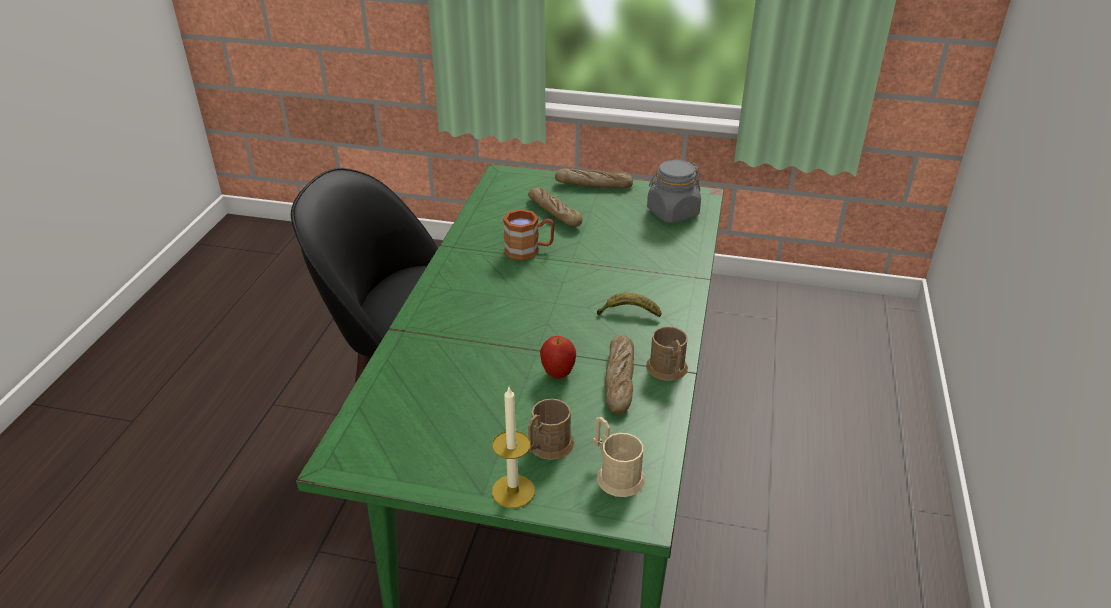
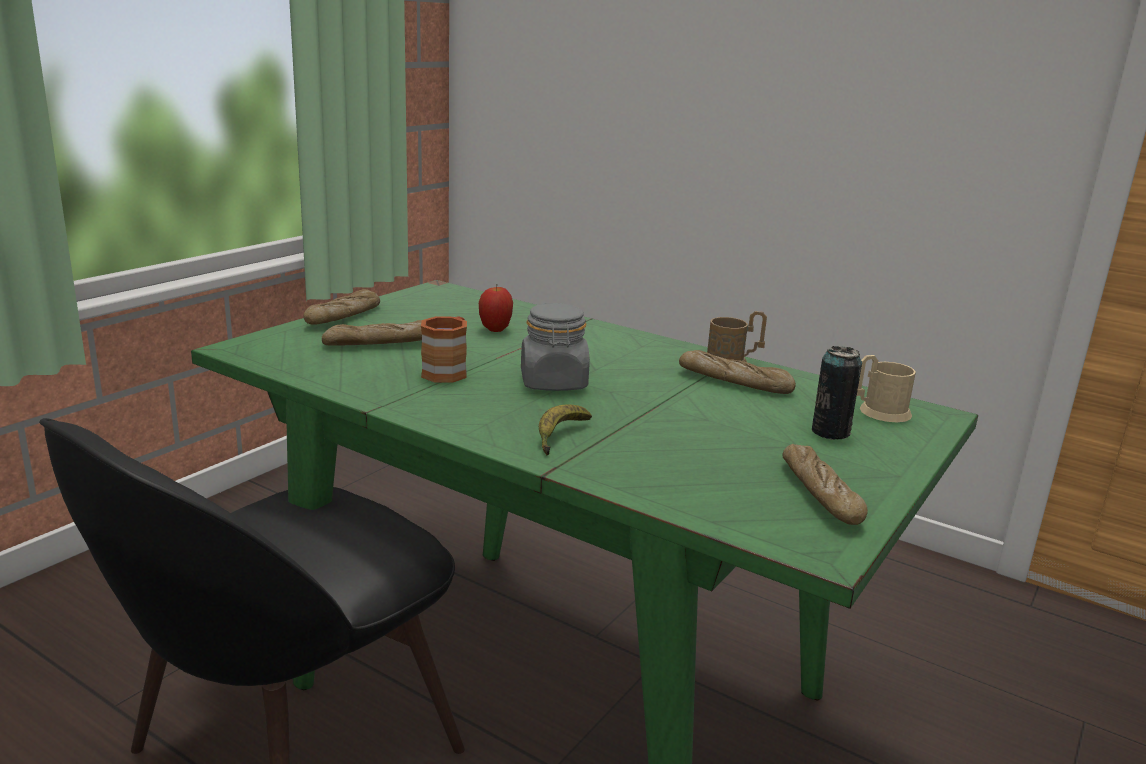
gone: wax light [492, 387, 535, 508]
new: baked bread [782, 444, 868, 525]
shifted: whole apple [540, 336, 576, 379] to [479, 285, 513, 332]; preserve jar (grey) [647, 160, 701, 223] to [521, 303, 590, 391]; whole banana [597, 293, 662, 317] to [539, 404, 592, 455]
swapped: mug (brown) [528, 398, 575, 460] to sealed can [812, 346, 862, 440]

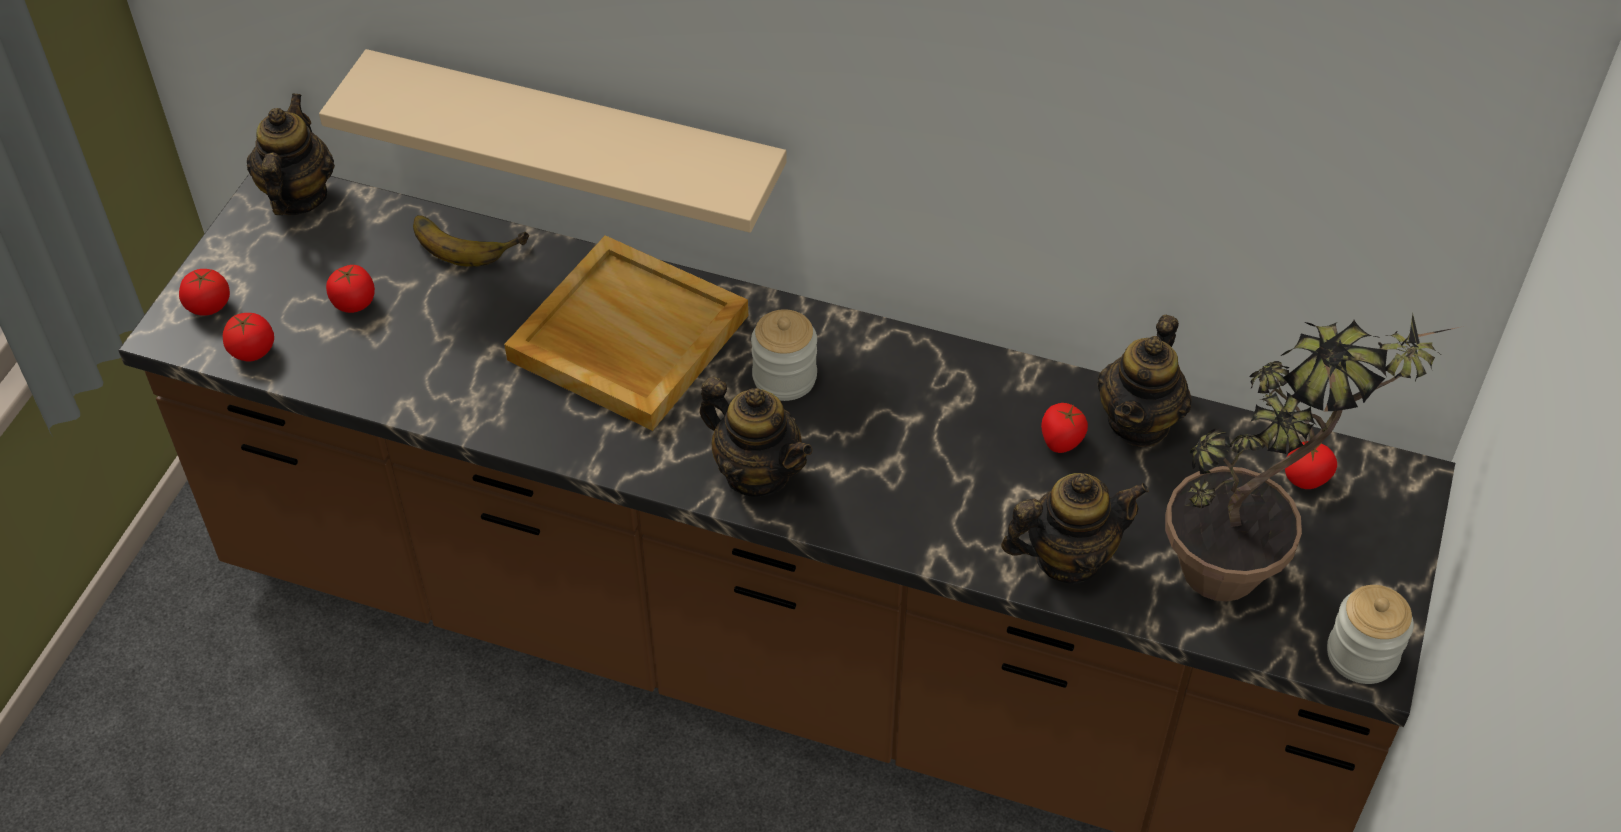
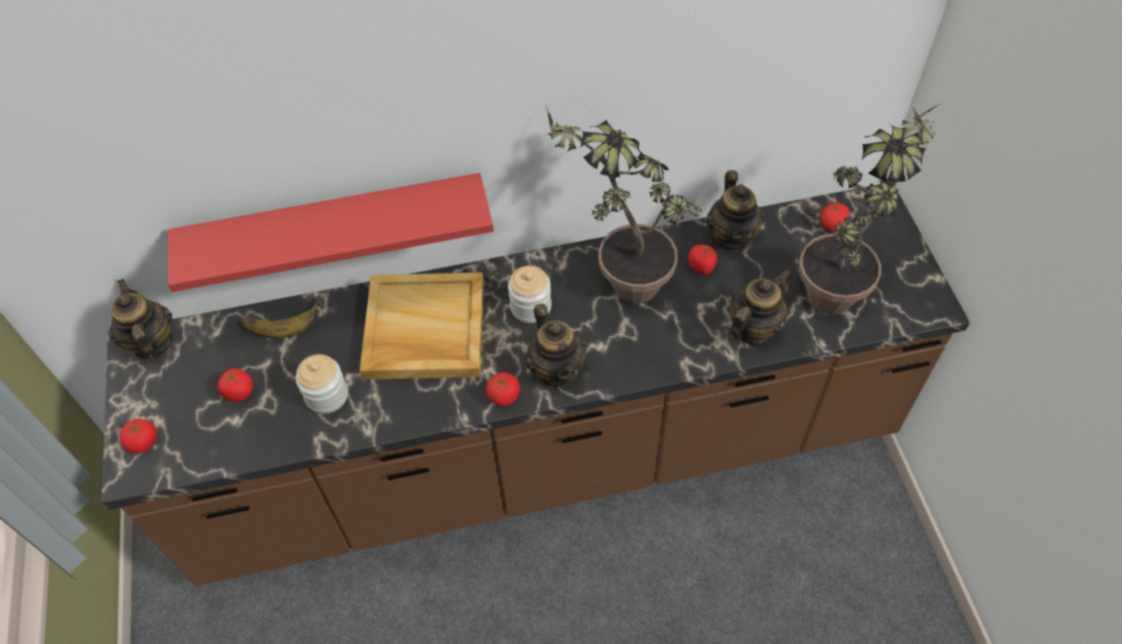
new: potted plant [546, 106, 702, 303]
shifted: preserve jar [1327, 585, 1414, 684] to [295, 354, 348, 414]; fresh tomato [223, 313, 274, 361] to [486, 372, 520, 406]
repainted: bracket shelf (sand-coloured) [319, 49, 787, 233] to bracket shelf (red-coloured) [168, 173, 494, 292]
rotated: teapot [700, 377, 812, 497] = [526, 304, 586, 387] 60 degrees clockwise

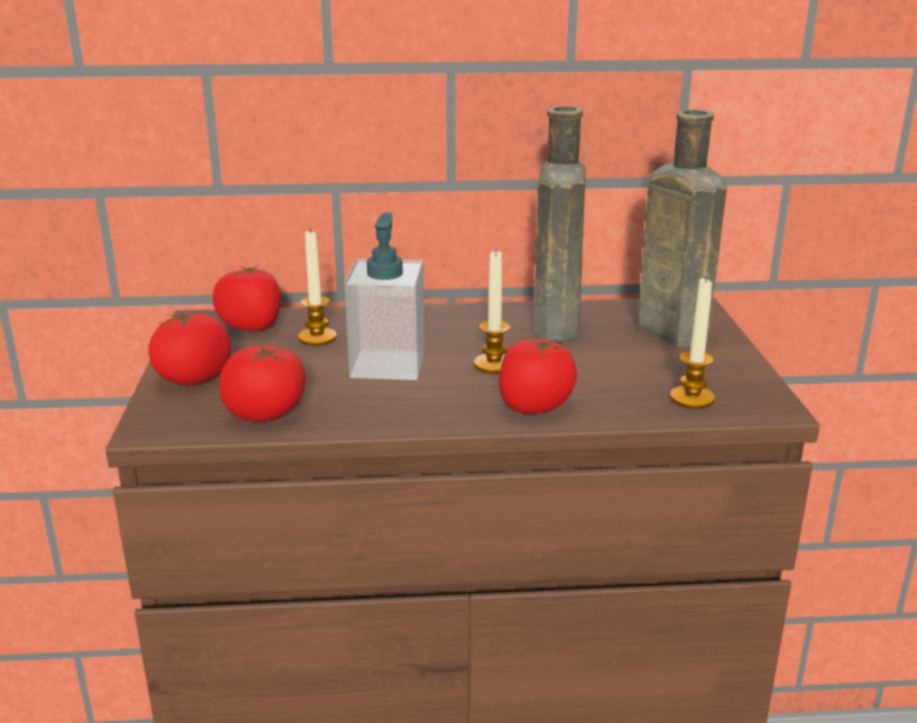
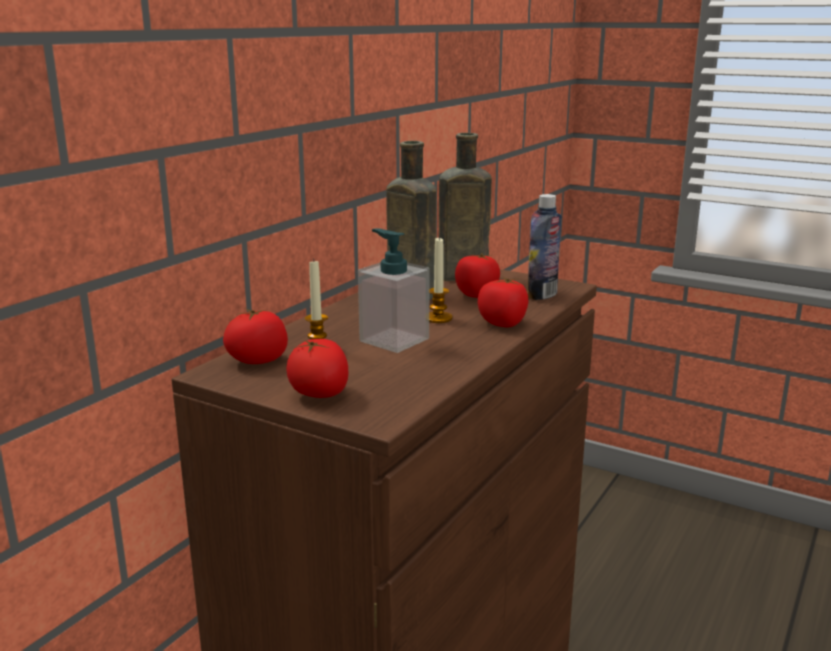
shifted: fresh tomato [219, 345, 306, 422] to [455, 253, 500, 298]
swapped: wax light [670, 276, 715, 409] to bottle [527, 194, 562, 300]

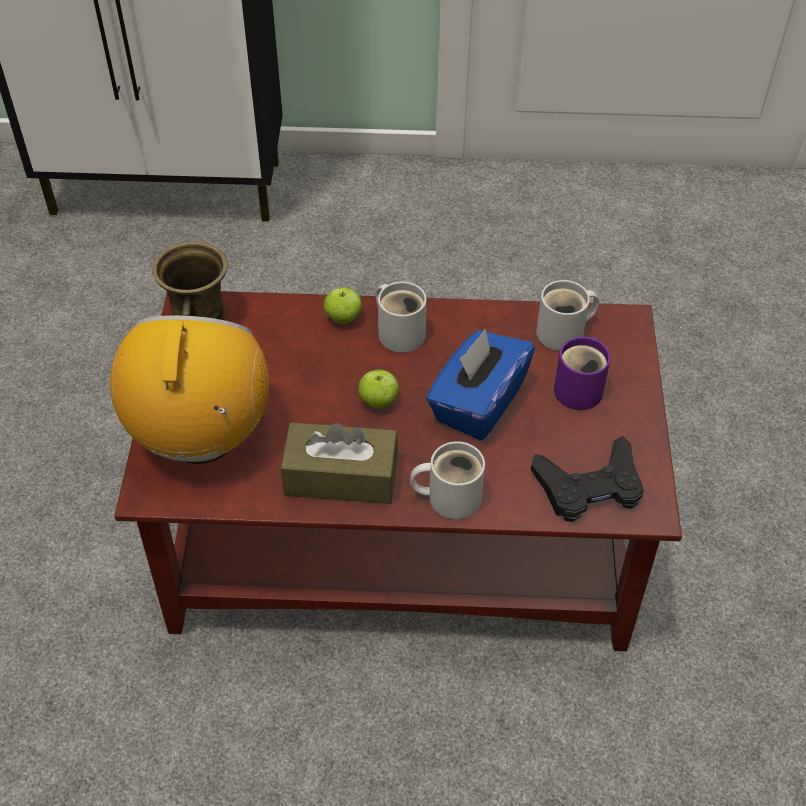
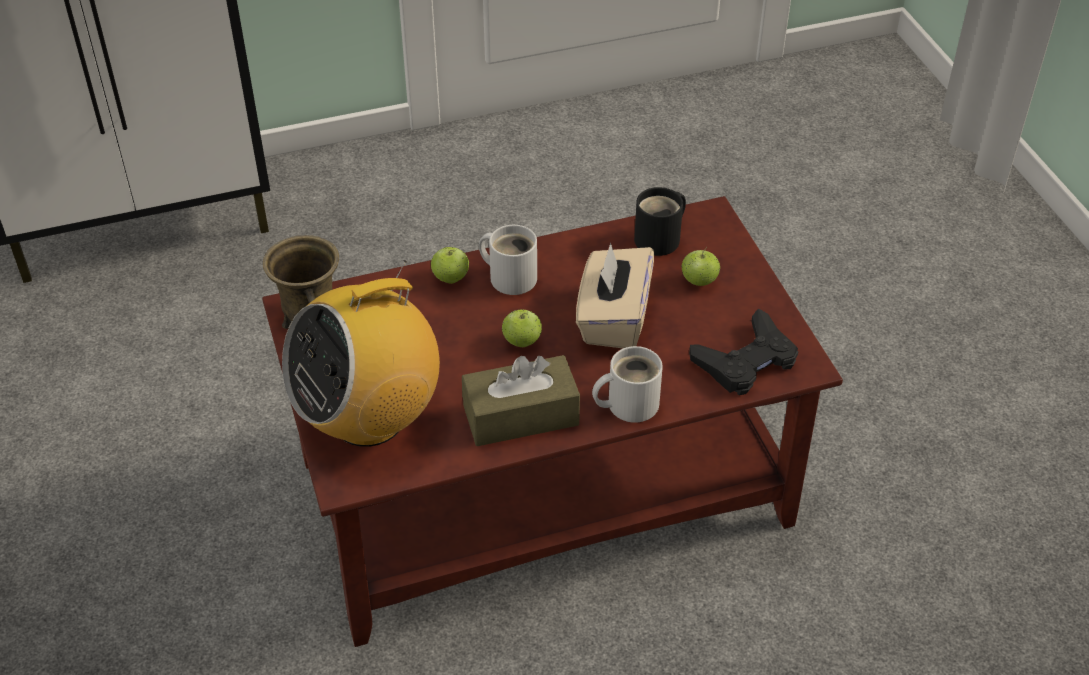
swapped: mug (purple-coloured) [554, 337, 611, 410] to whole apple [681, 247, 720, 286]
repainted: tissue holder (blue-coloured) [426, 328, 535, 441] to tissue holder (sand-coloured) [576, 243, 654, 348]; mug (whitish) [536, 280, 599, 351] to mug (black) [634, 187, 686, 256]
rotated: radio set [110, 315, 269, 464] = [282, 260, 440, 447] 105 degrees counterclockwise

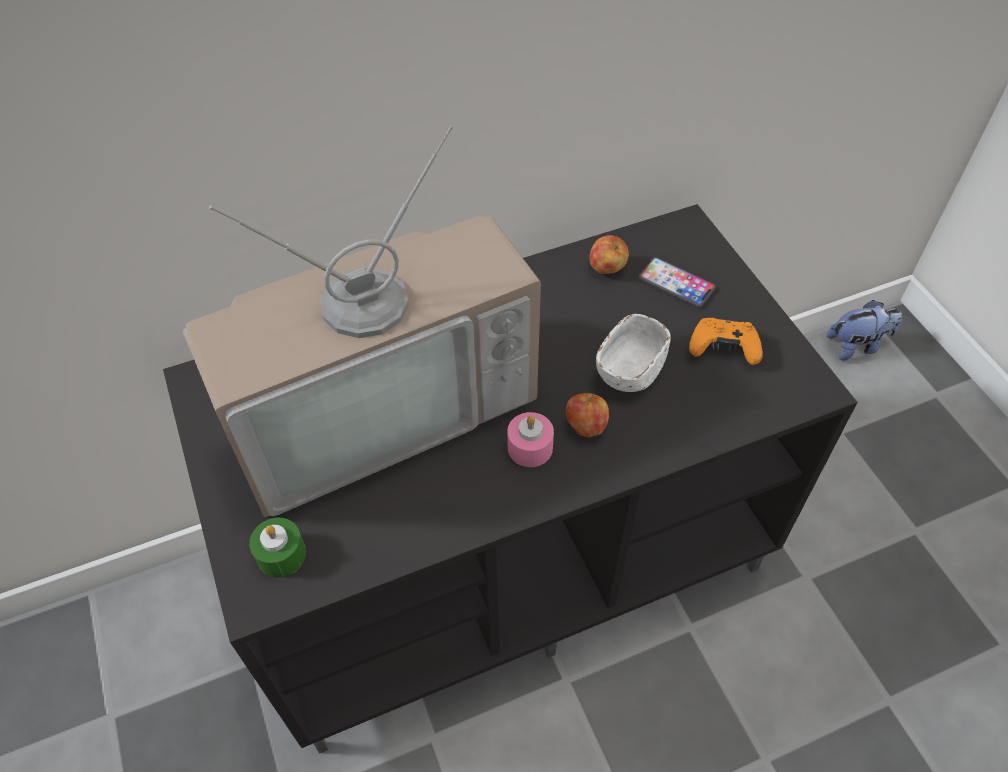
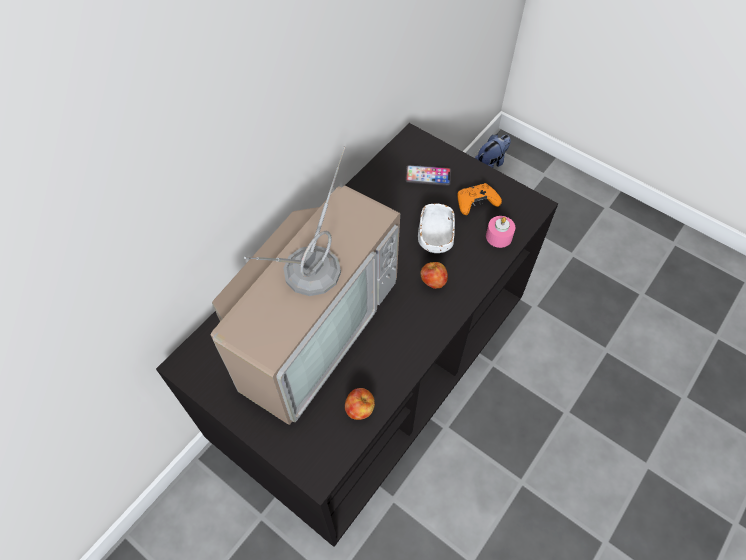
gone: wax light (greenish) [249, 518, 306, 578]
shifted: whole apple [589, 235, 629, 274] to [345, 388, 375, 420]; wax light (pinkish) [507, 412, 554, 467] to [486, 216, 515, 248]

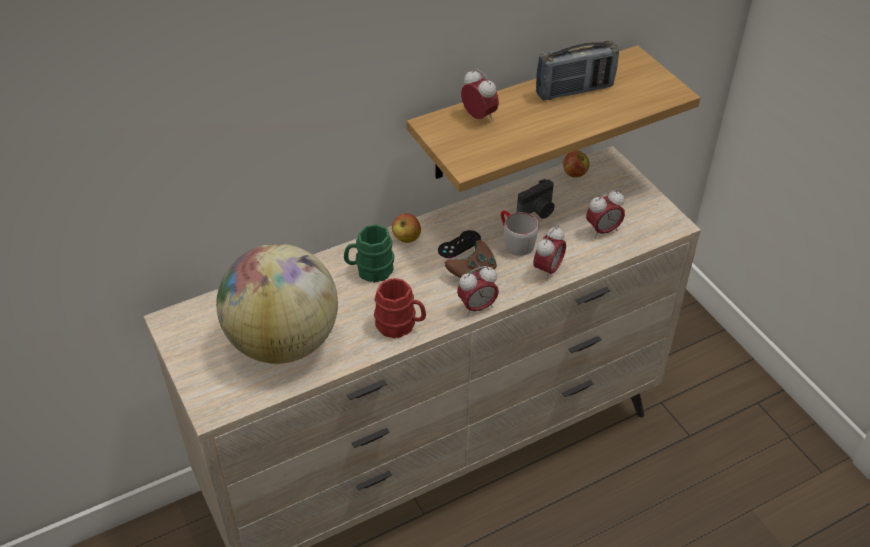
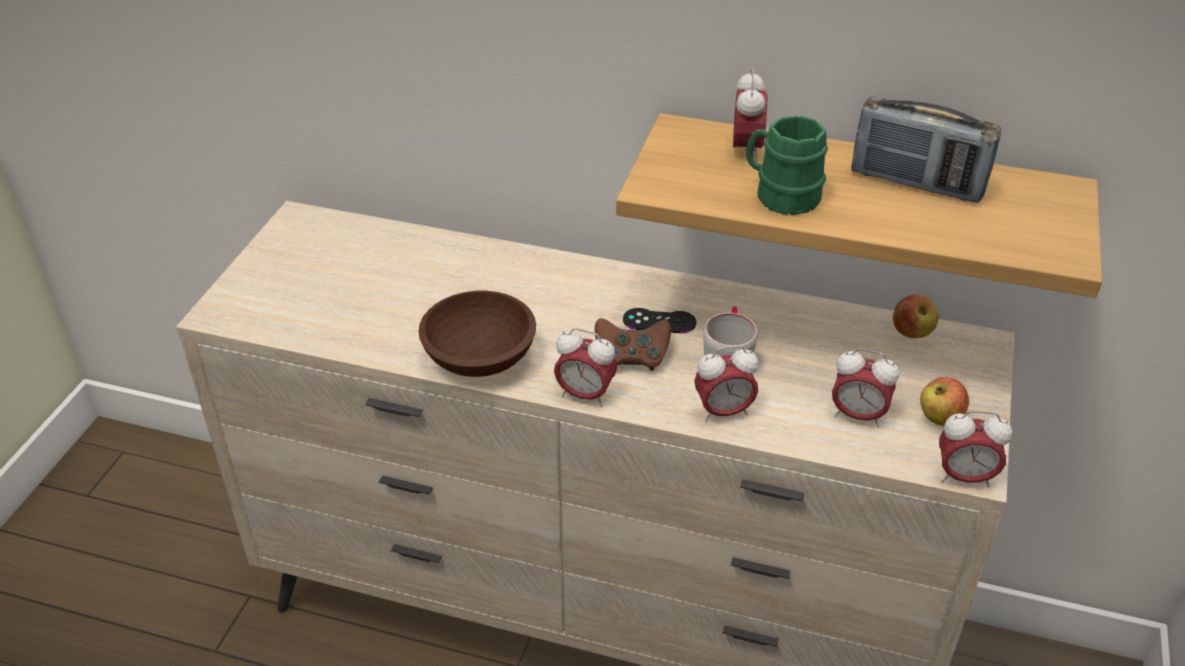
gone: world globe [216, 244, 338, 364]; still camera [517, 179, 555, 219]
new: alarm clock [939, 410, 1012, 487]
shifted: mug (greenish) [344, 224, 394, 282] to [746, 115, 828, 215]; whole apple [392, 213, 421, 243] to [920, 377, 969, 426]
swapped: mug (red-coloured) [374, 278, 426, 338] to serving bowl (brown) [419, 291, 536, 377]

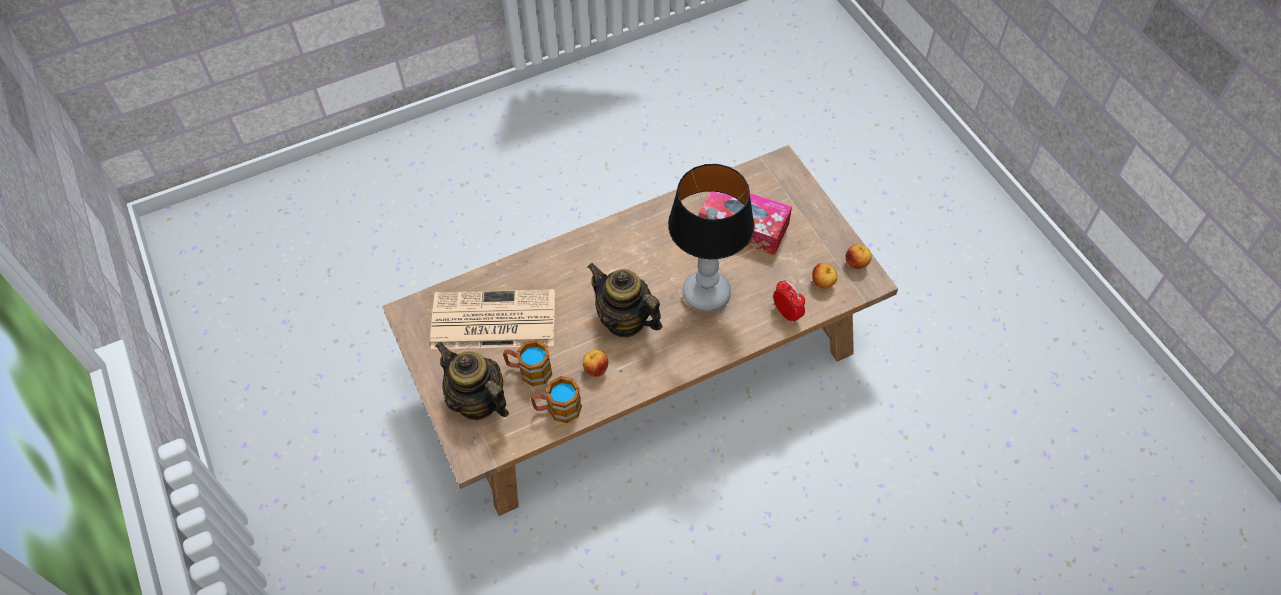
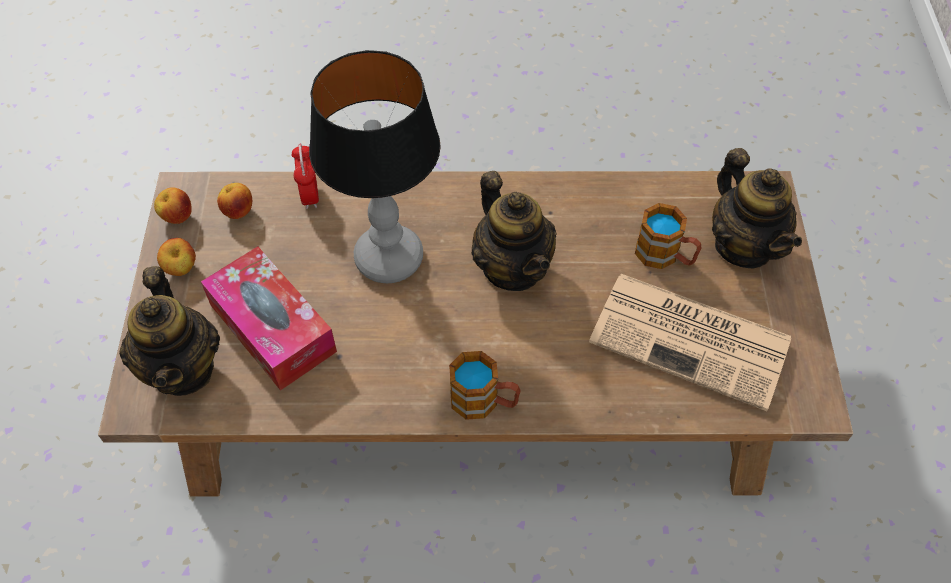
new: teapot [119, 266, 220, 396]
shifted: whole apple [583, 349, 608, 377] to [157, 238, 196, 276]; mug [531, 376, 582, 423] to [449, 351, 520, 420]

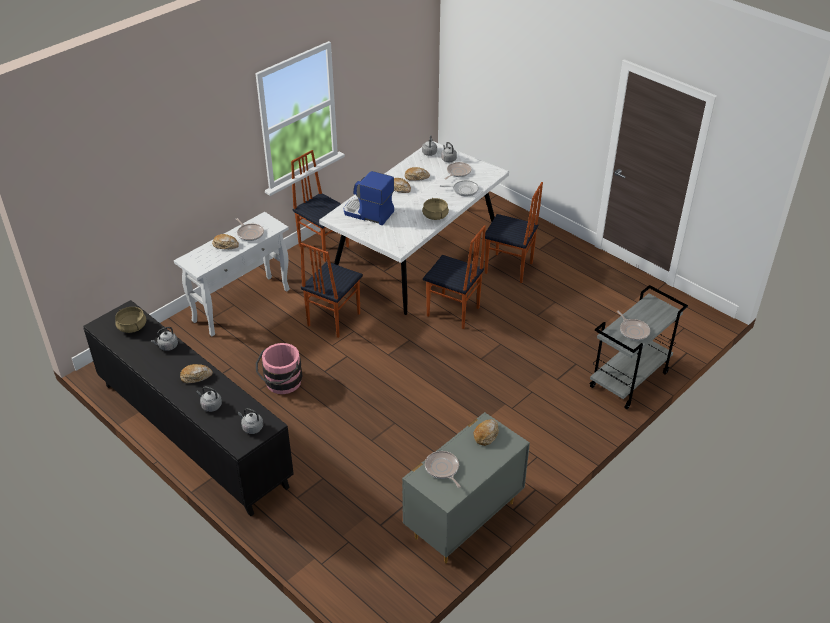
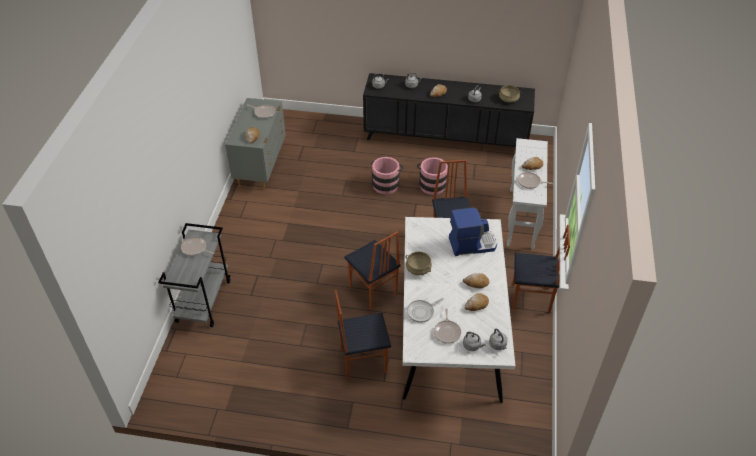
new: water bucket (pinkish) [371, 157, 404, 194]
rotated: chair [423, 225, 486, 329] = [344, 231, 401, 310] 120 degrees counterclockwise

